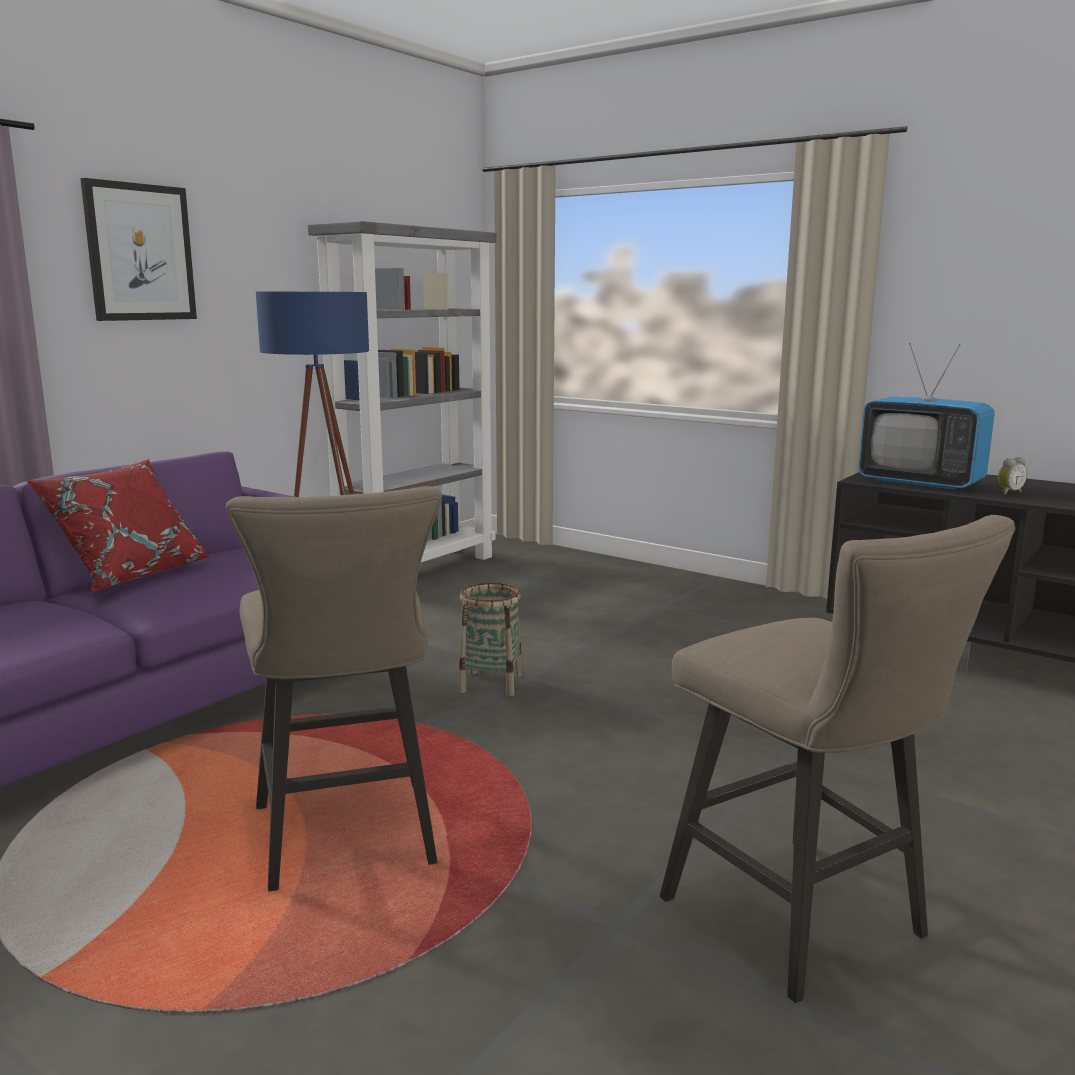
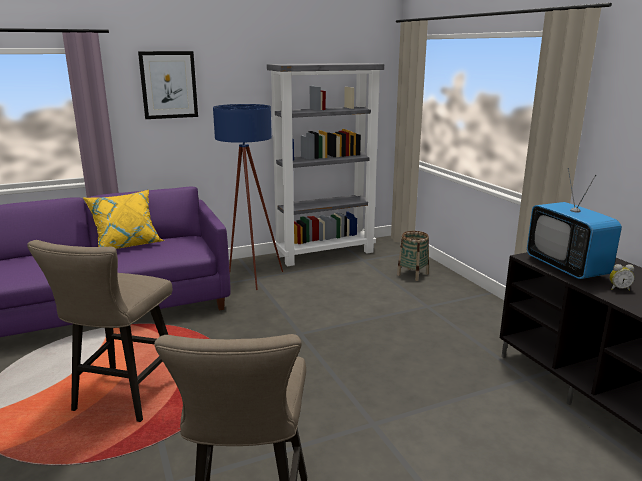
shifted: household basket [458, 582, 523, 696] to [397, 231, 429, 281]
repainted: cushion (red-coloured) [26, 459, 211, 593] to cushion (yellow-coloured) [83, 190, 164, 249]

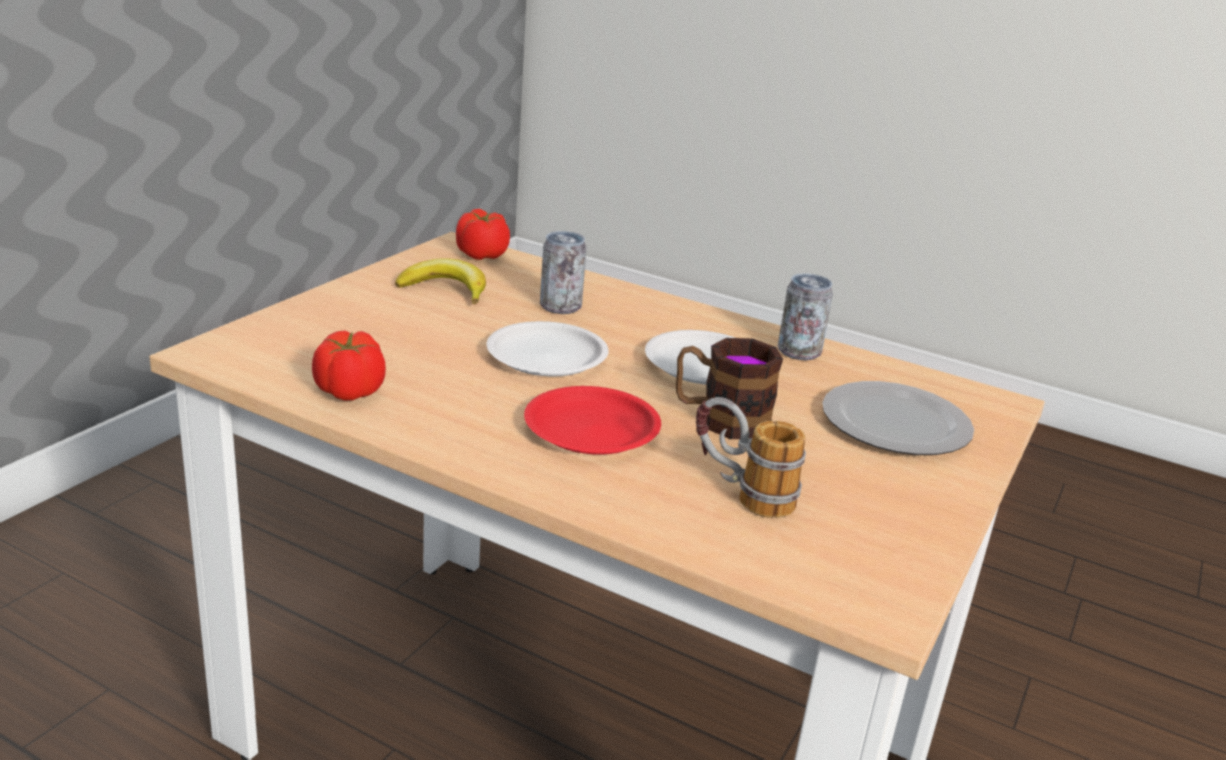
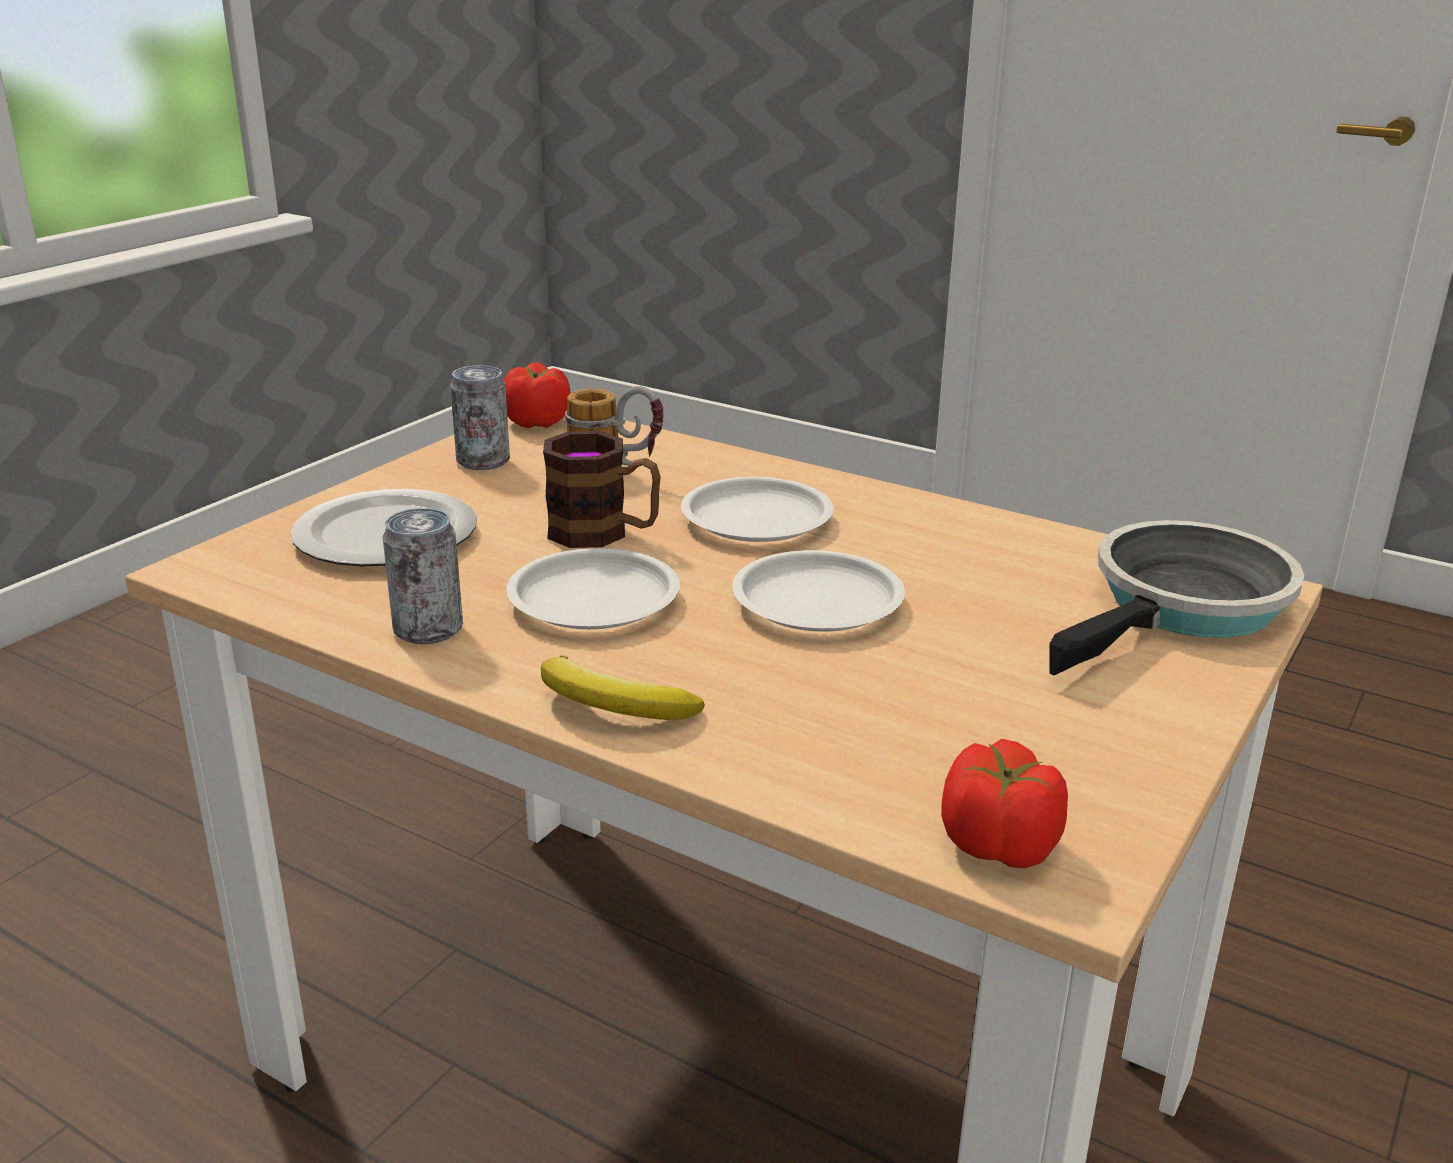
new: pan [1050, 520, 1304, 676]
shifted: sealed can [540, 231, 587, 314] to [450, 365, 510, 470]; fresh tomato [312, 331, 386, 401] to [504, 363, 571, 428]; whole banana [395, 258, 486, 305] to [541, 655, 705, 720]
repainted: dinner plate (red-coloured) [524, 386, 661, 455] to dinner plate (whitish) [681, 477, 834, 542]

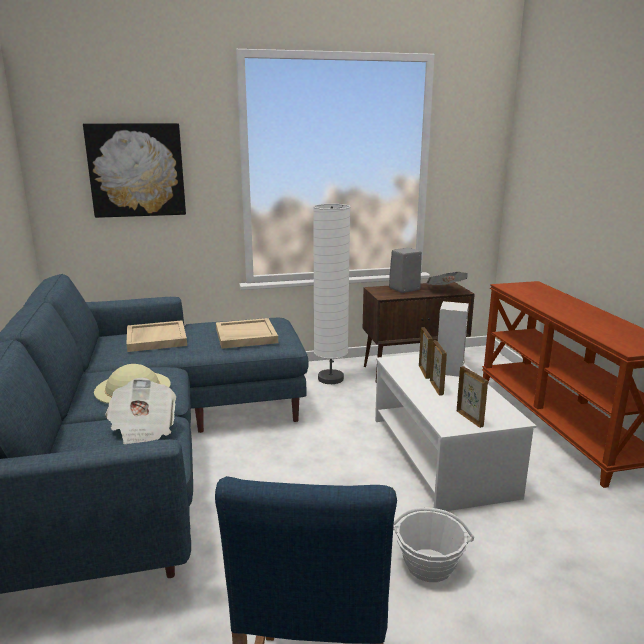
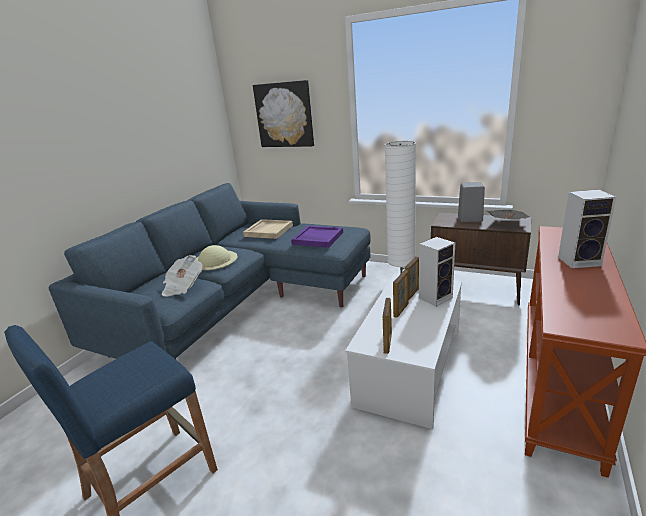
gone: household basket [393, 507, 474, 582]
new: loudspeaker [558, 190, 616, 268]
repainted: serving tray (sand-coloured) [216, 318, 278, 349] to serving tray (purple-coloured) [291, 226, 343, 248]

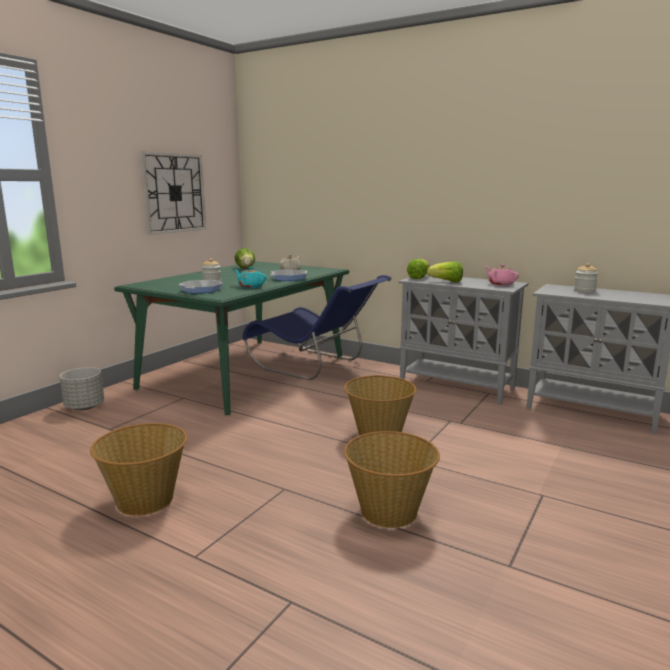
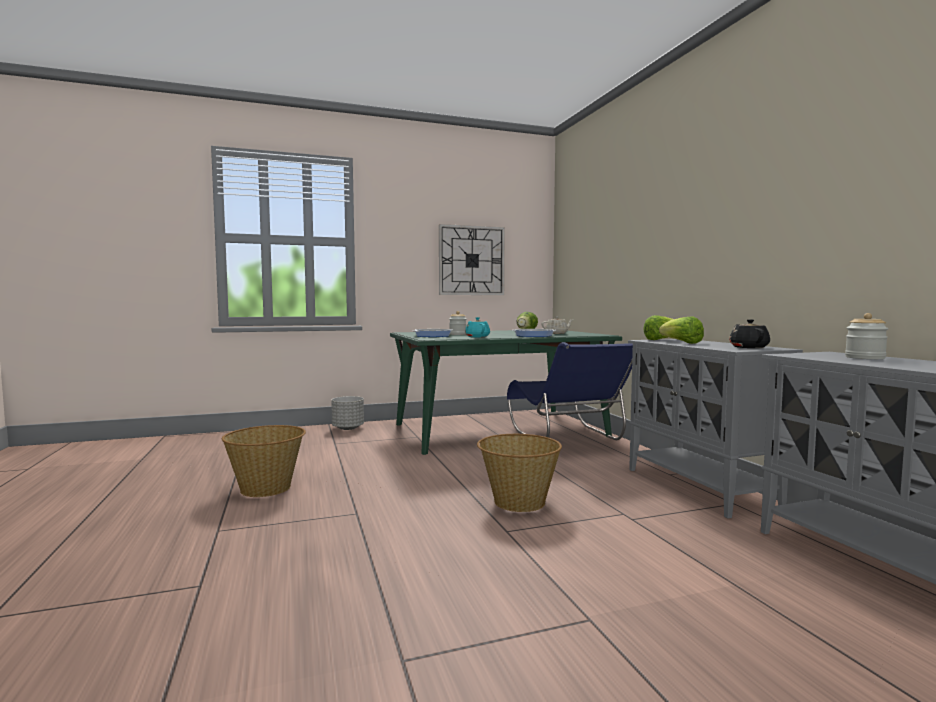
gone: household basket [344, 431, 440, 528]
repainted: teapot (pinkish) [485, 264, 519, 286] to teapot (black) [729, 319, 770, 348]

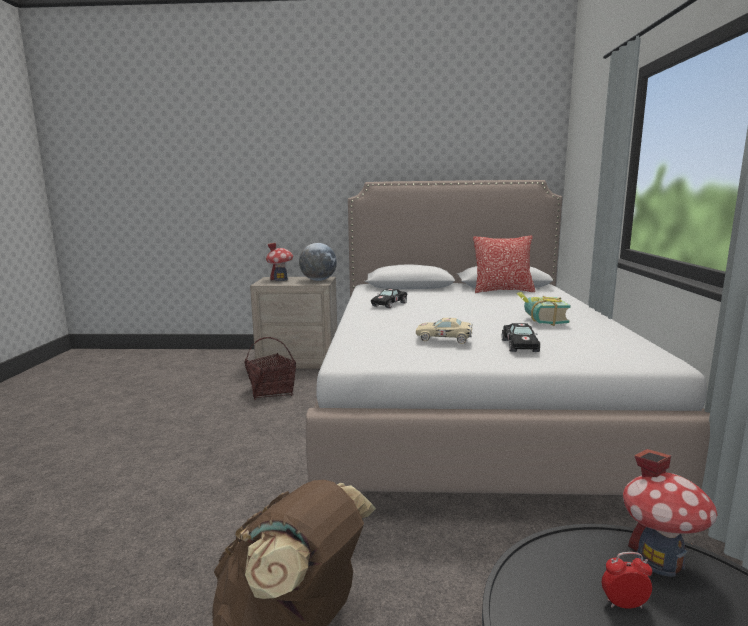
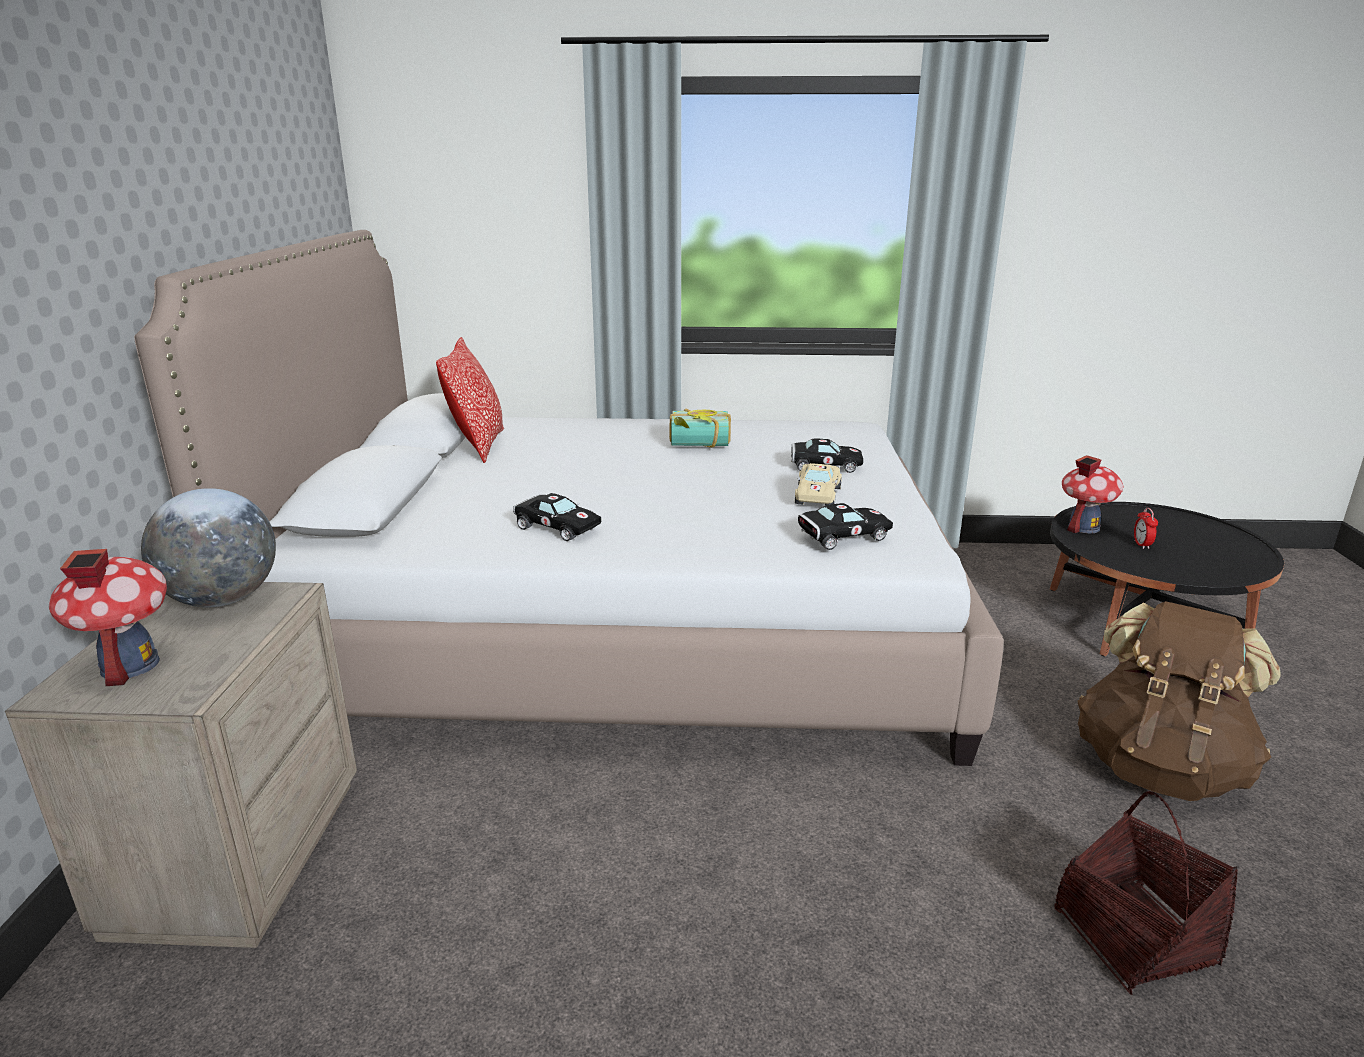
new: miniature car (black) [798, 503, 893, 550]
shifted: household basket [244, 337, 296, 400] to [1054, 791, 1238, 995]

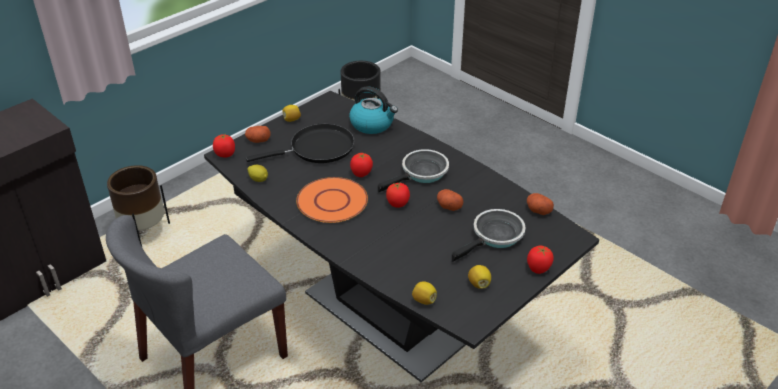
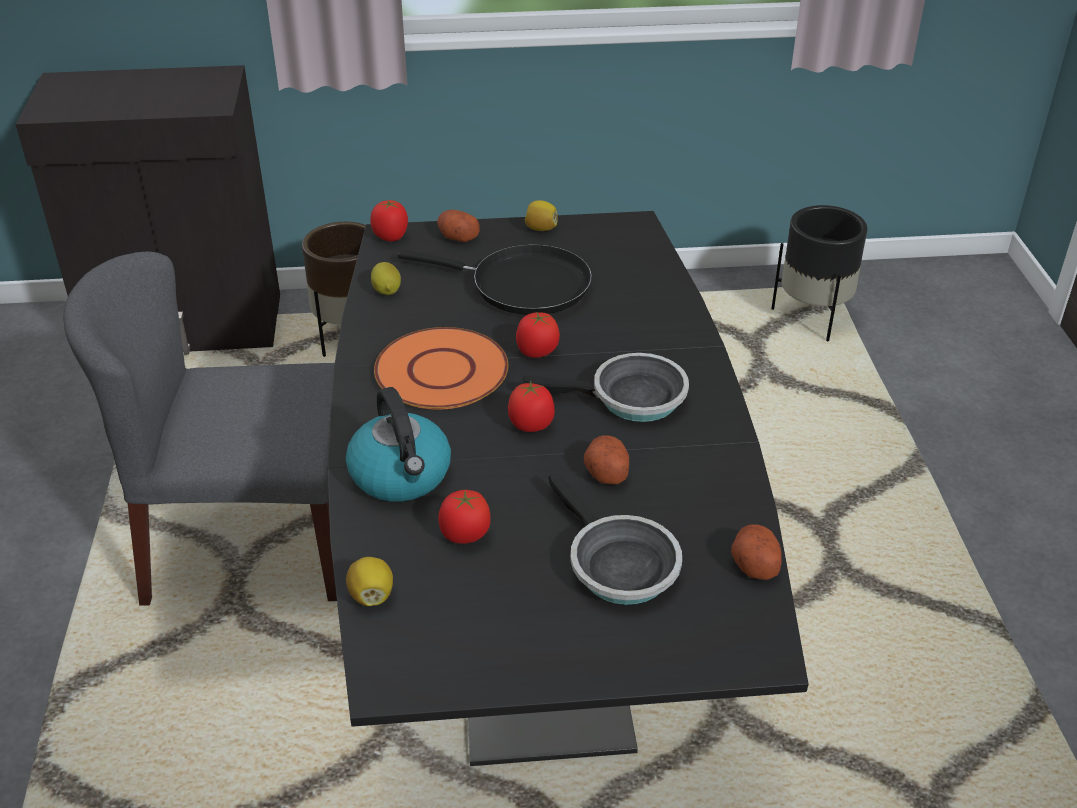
gone: whole lemon [468, 265, 491, 289]
shifted: kettle [349, 86, 398, 134] to [346, 387, 451, 502]; fresh tomato [527, 246, 554, 274] to [438, 490, 491, 544]
rotated: pan [452, 209, 526, 262] = [548, 472, 682, 605] 60 degrees clockwise

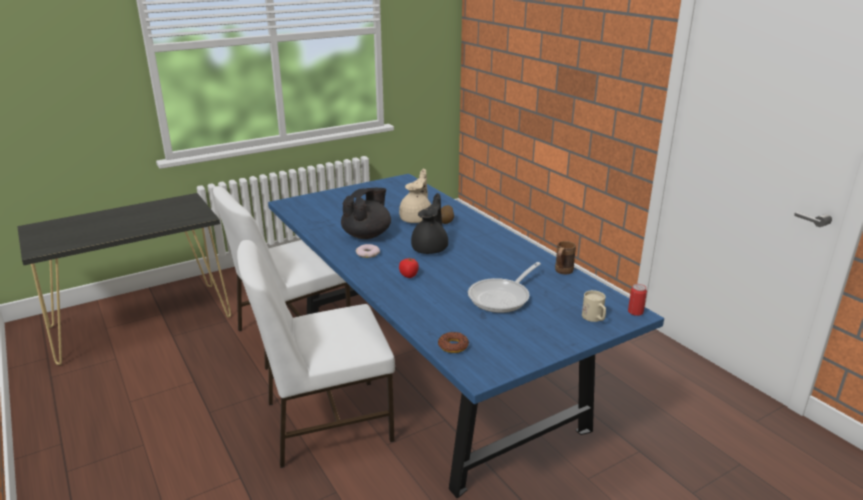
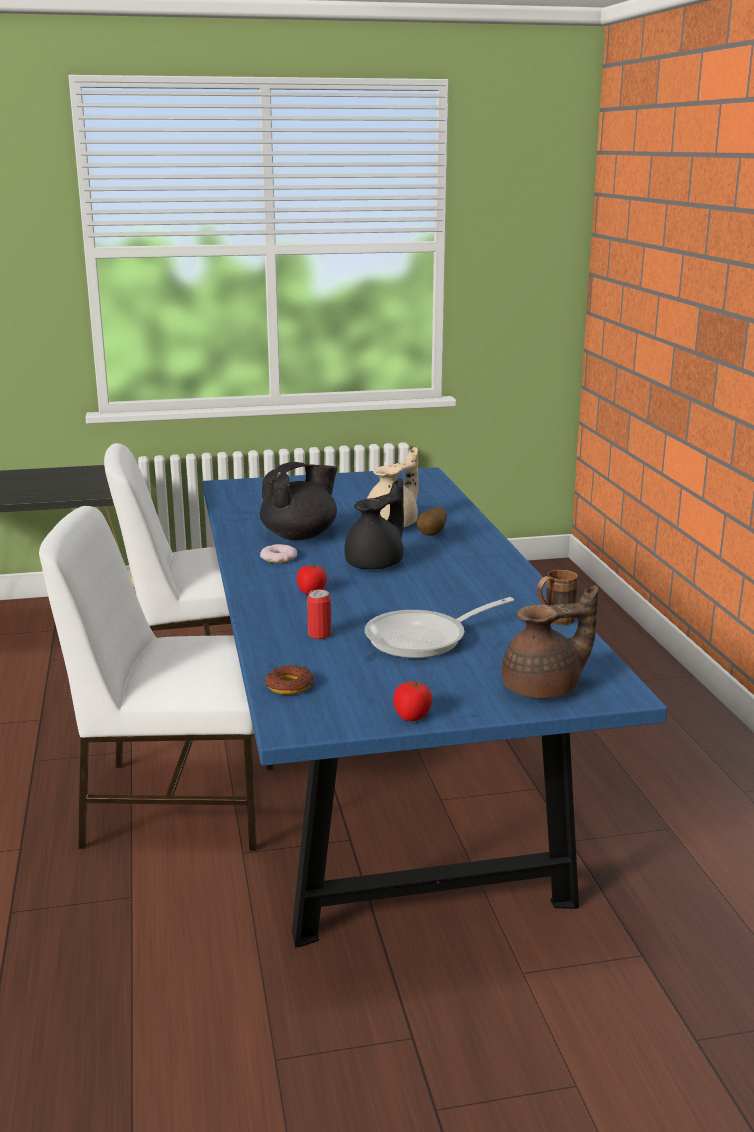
new: fresh tomato [393, 681, 432, 722]
shifted: sealed can [628, 284, 647, 316] to [307, 590, 331, 639]
swapped: mug (sand-coloured) [582, 290, 606, 322] to teapot (brown) [502, 585, 598, 699]

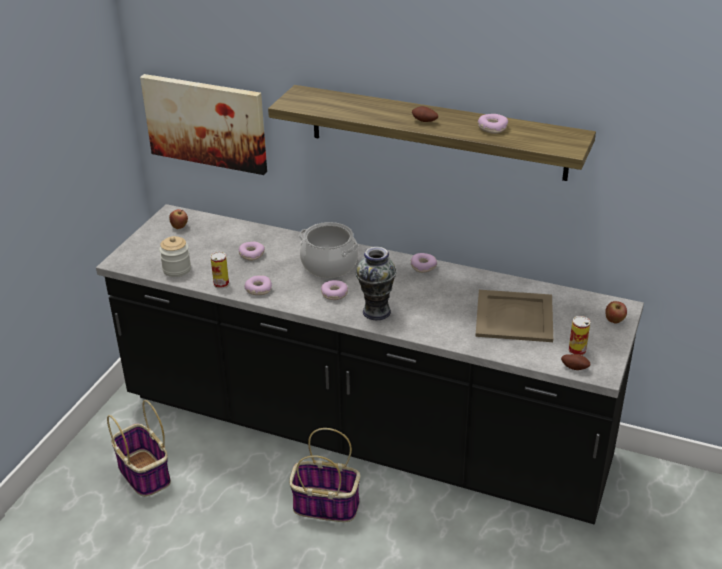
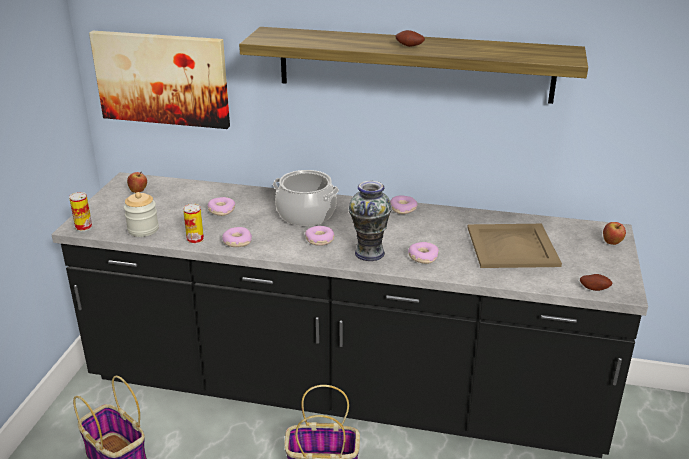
shifted: sealed can [569, 316, 590, 356] to [69, 192, 92, 231]; ring doughnut [478, 114, 508, 134] to [408, 242, 439, 264]

